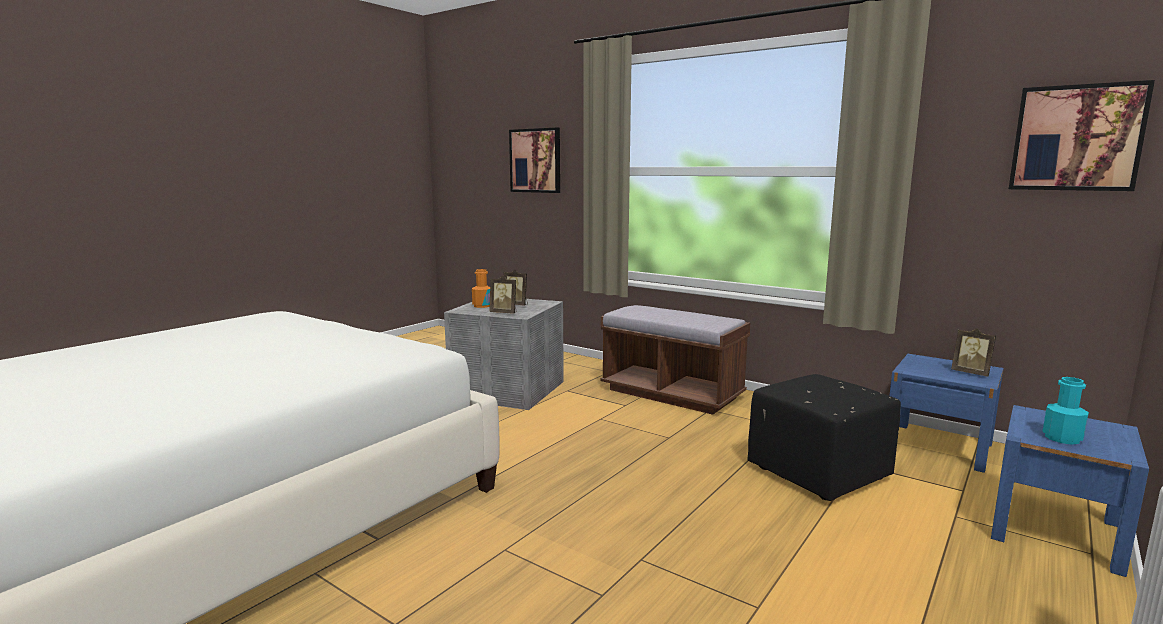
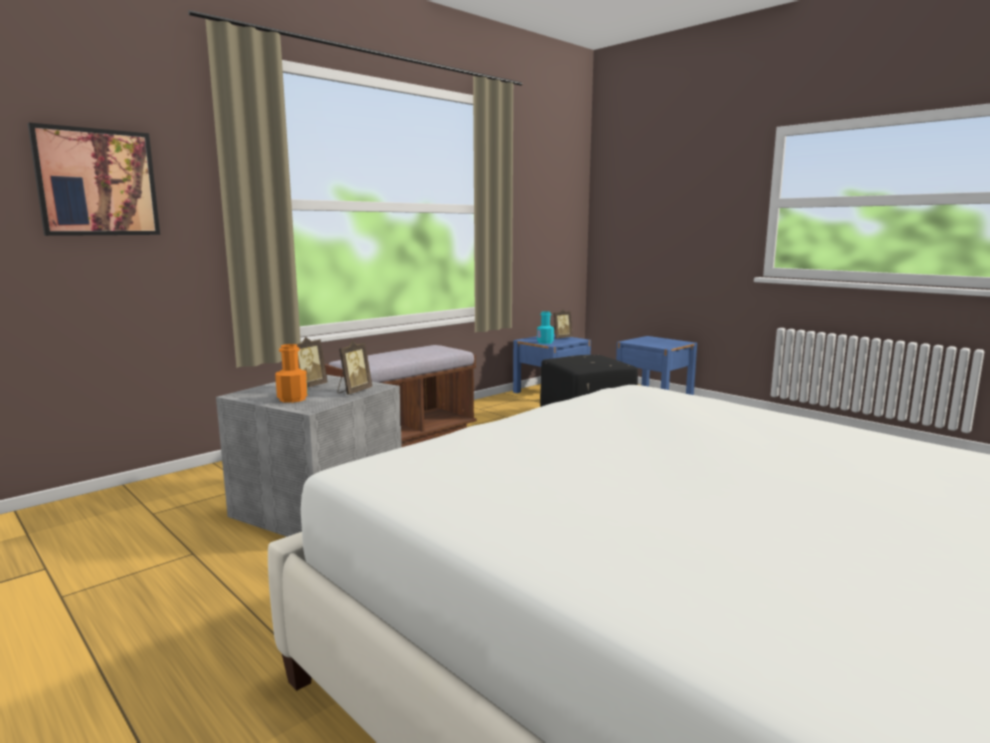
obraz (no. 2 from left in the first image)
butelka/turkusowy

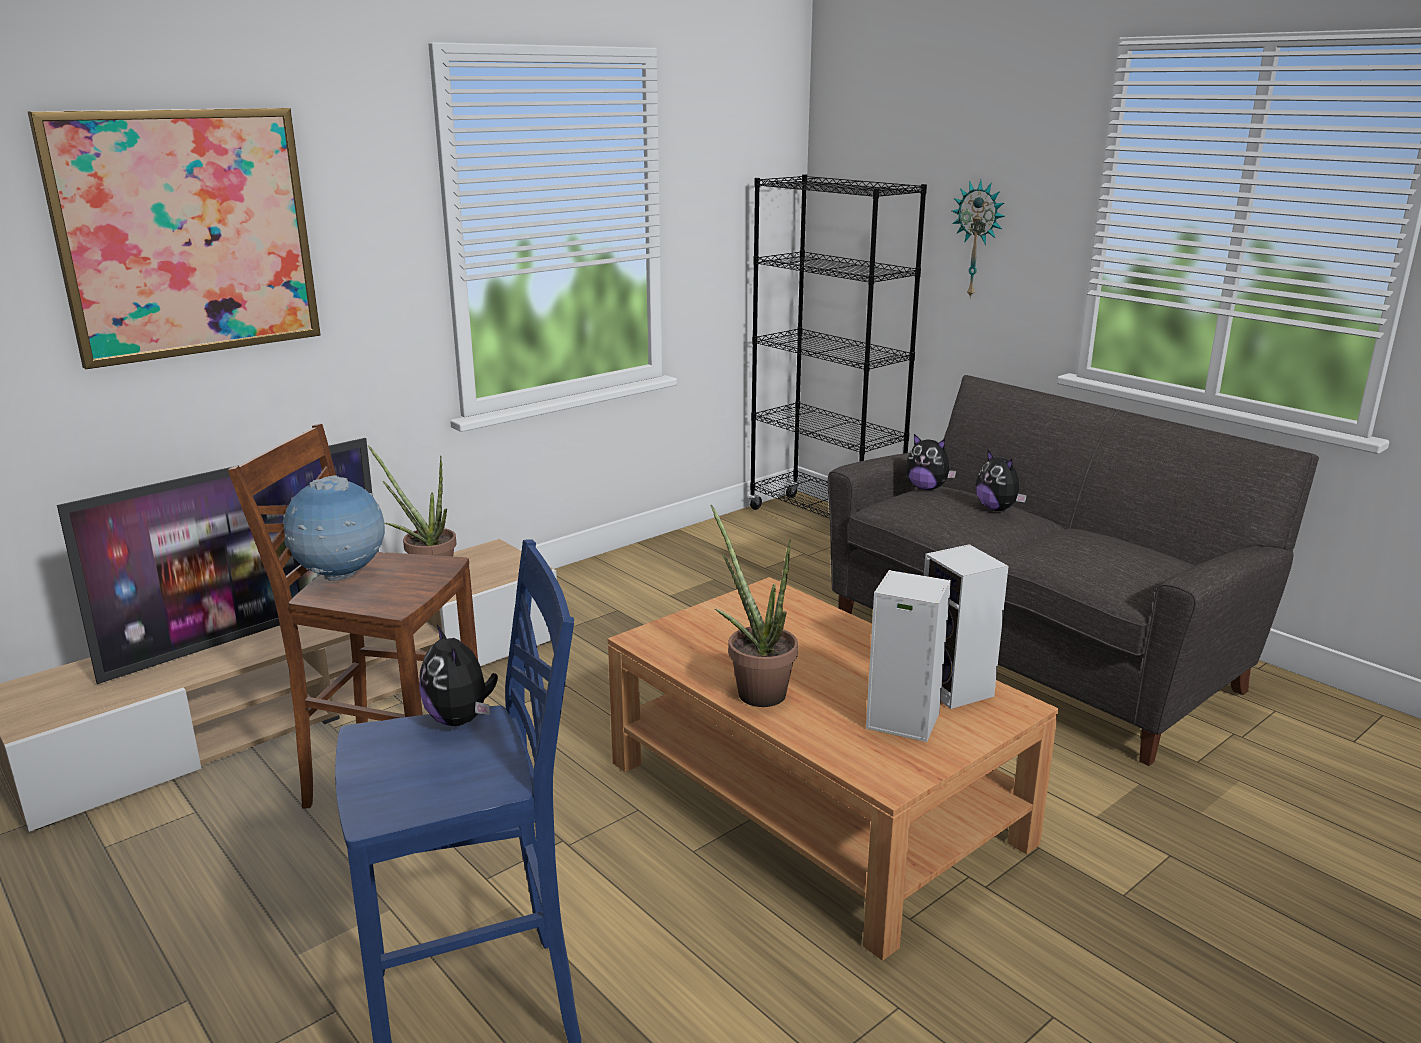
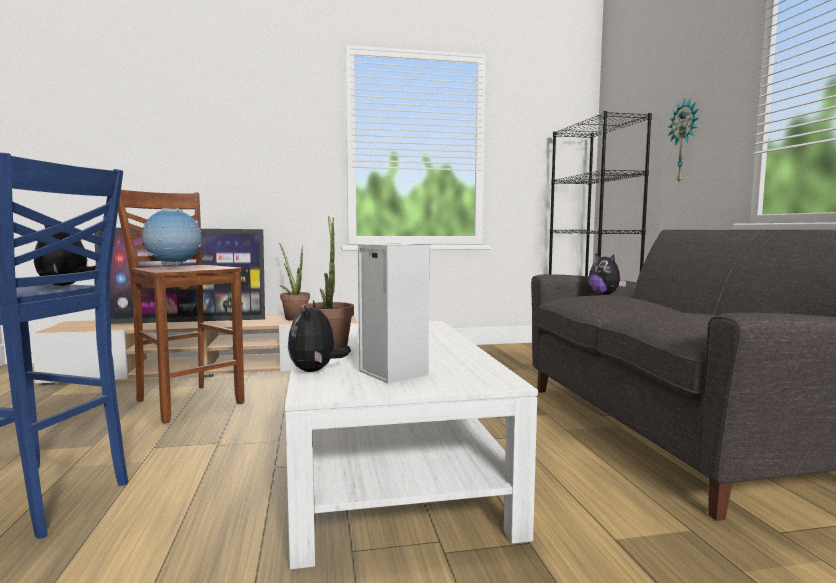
obraz
głośnik (no. 2 from left in the first image)
pluszak (no. 2 from left)
ława/biały

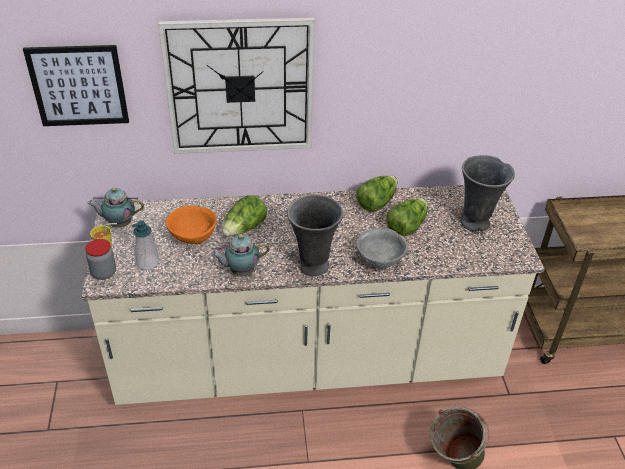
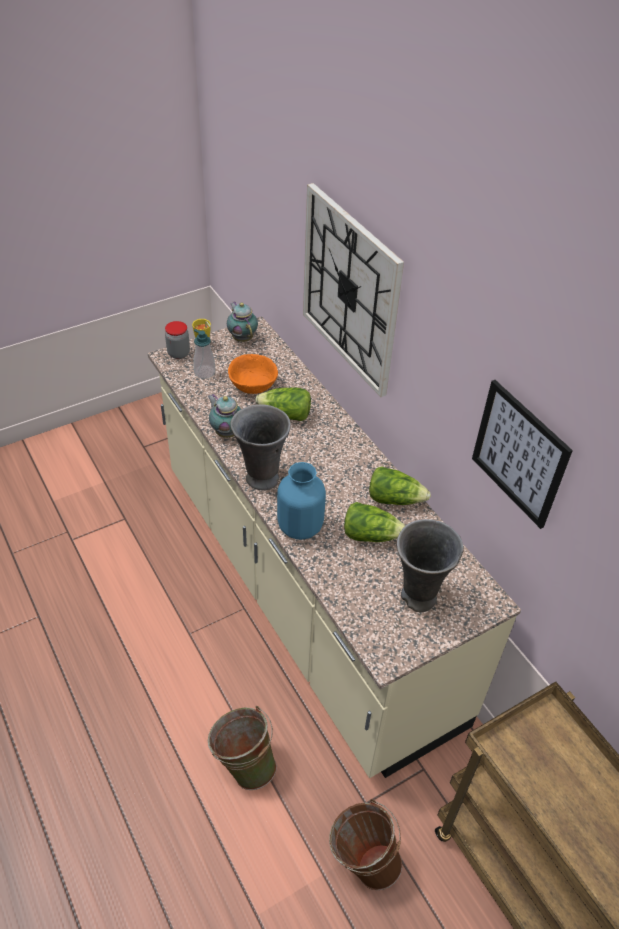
wiadro/brązowy
obraz
wazon/niebieski

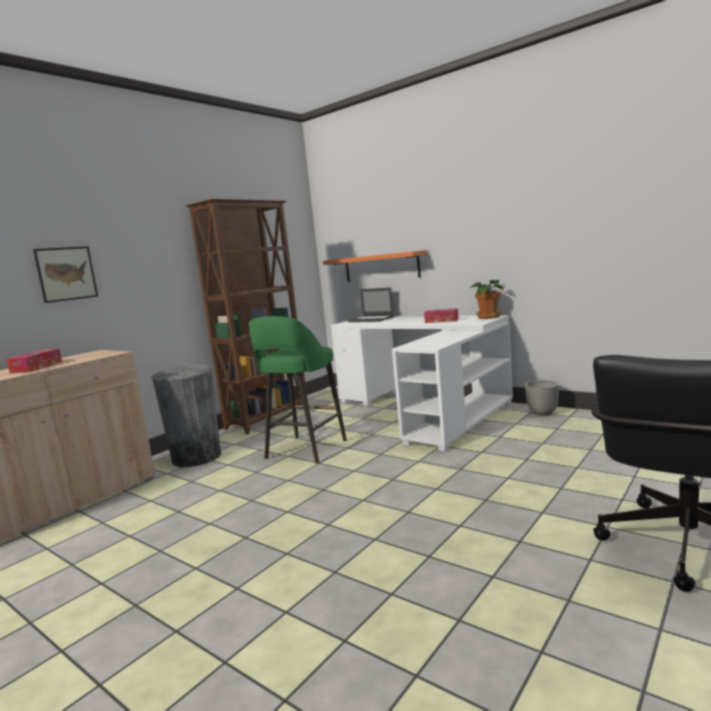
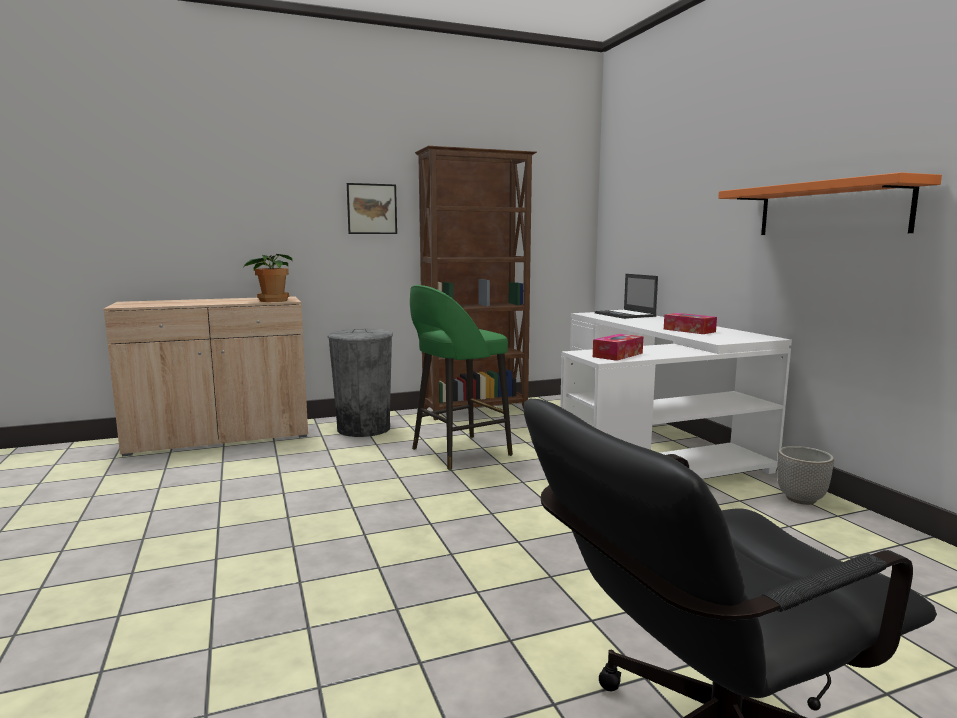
pudełko chusteczek (no. 1 from left)
obraz
półka/pomarańczowy
roślina doniczkowa

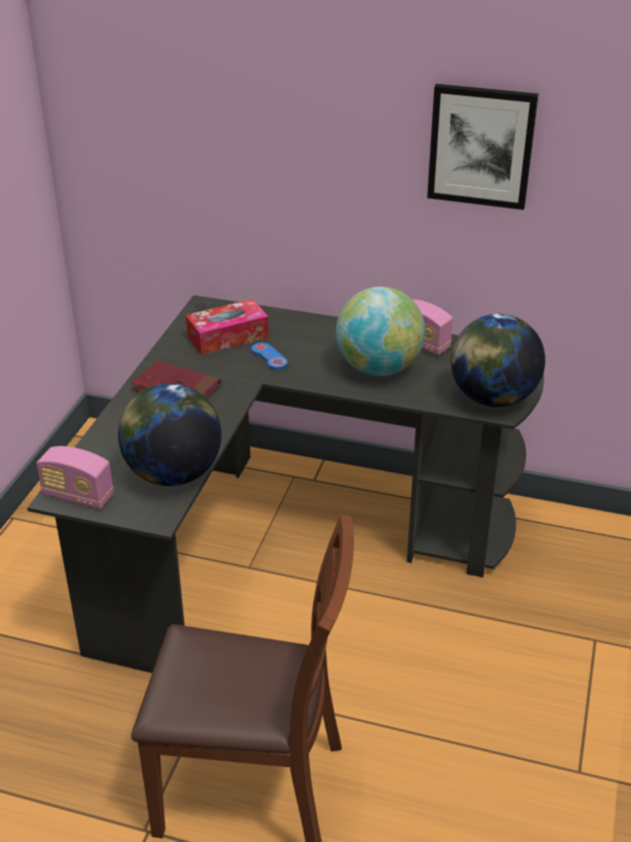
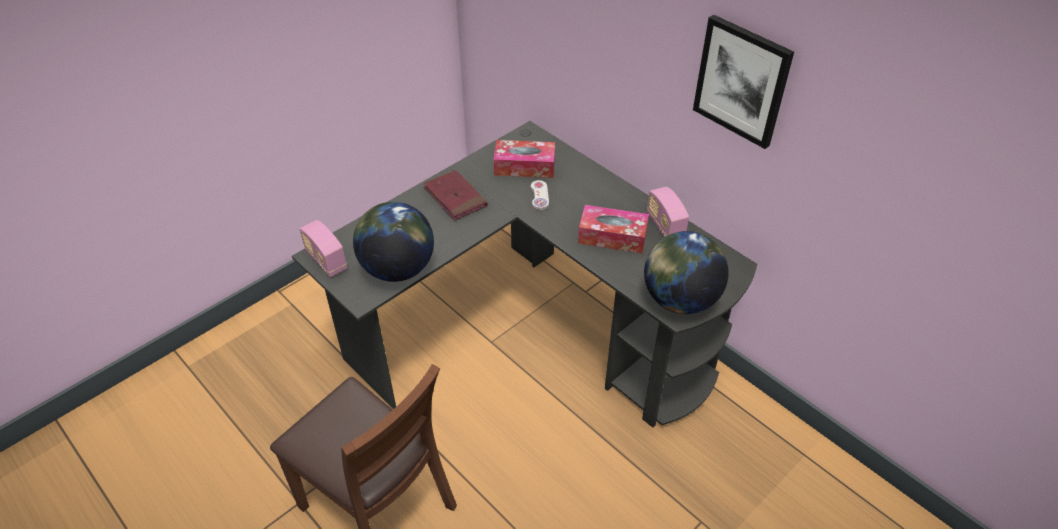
pudełko chusteczek (no. 2 from left)
pad do gier/biały

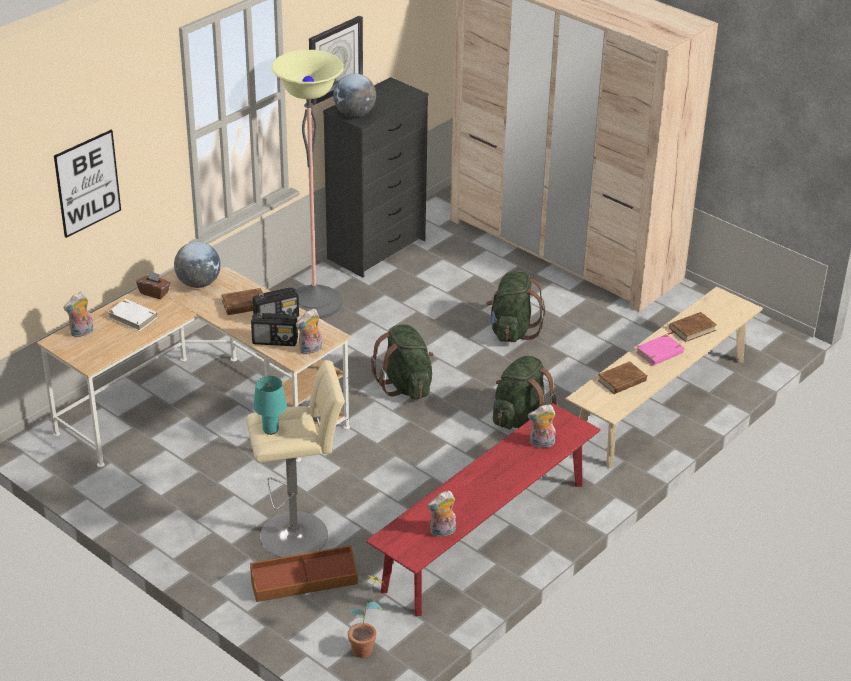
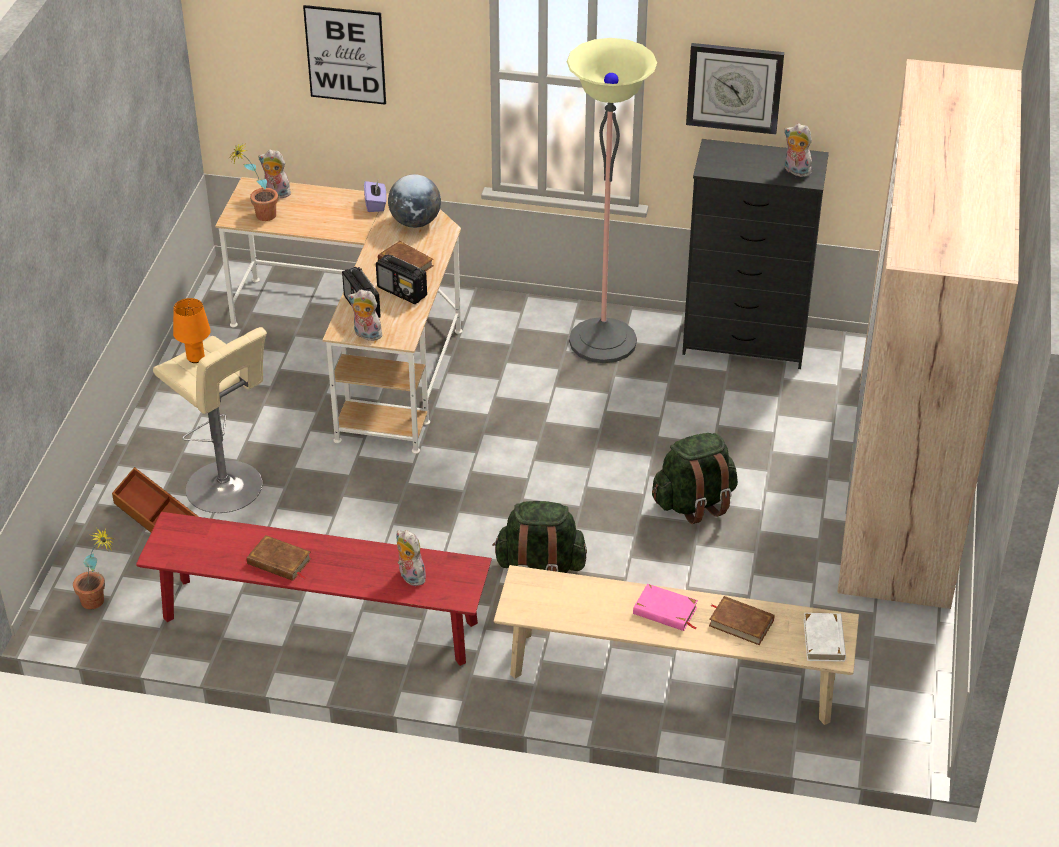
globus (no. 2 from left in the first image)
plecak/zielony (no. 1 from left in the first image)
roślina doniczkowa (no. 2 from left)
książka/biały
pluszak (no. 4 from left)
książka/brązowy (no. 1 from left)
pudełko chusteczek/fioletowy
lampa stołowa/pomarańczowy

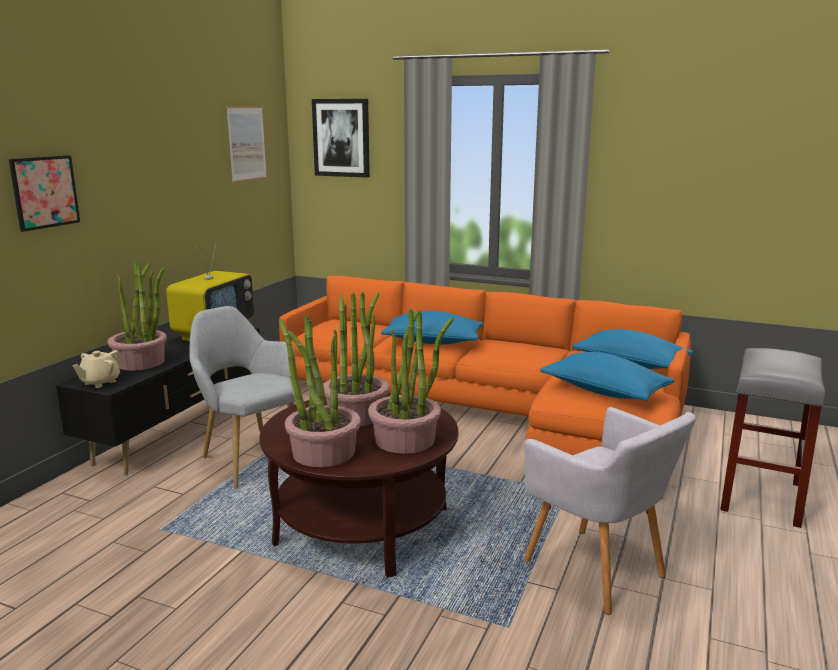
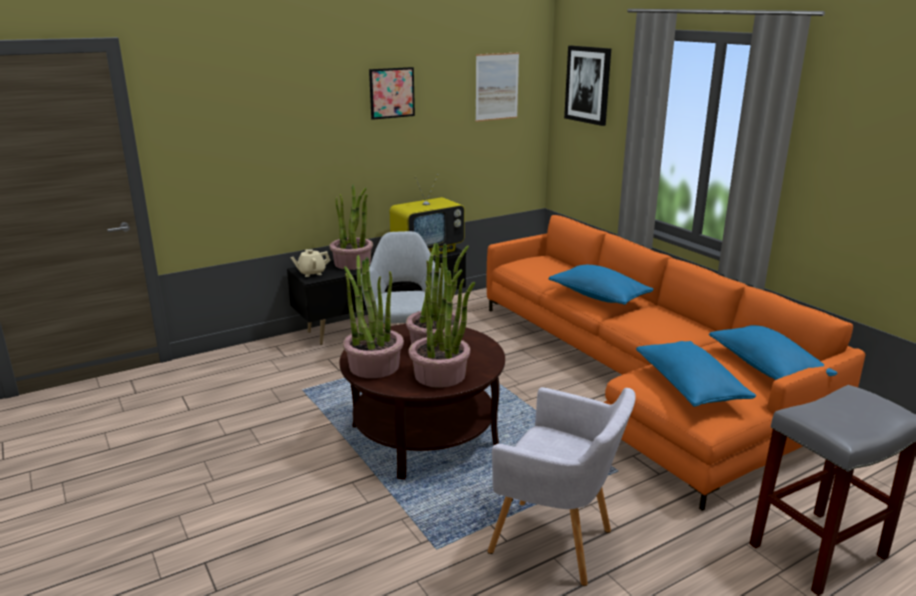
obraz (no. 1 from left)
fotel/szary (no. 2 from left)

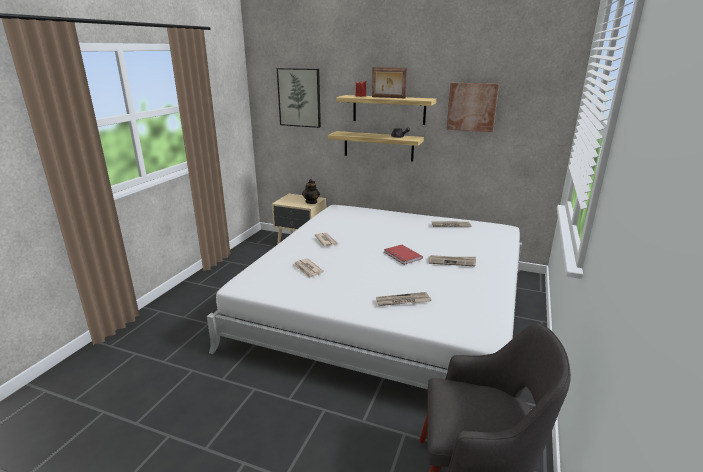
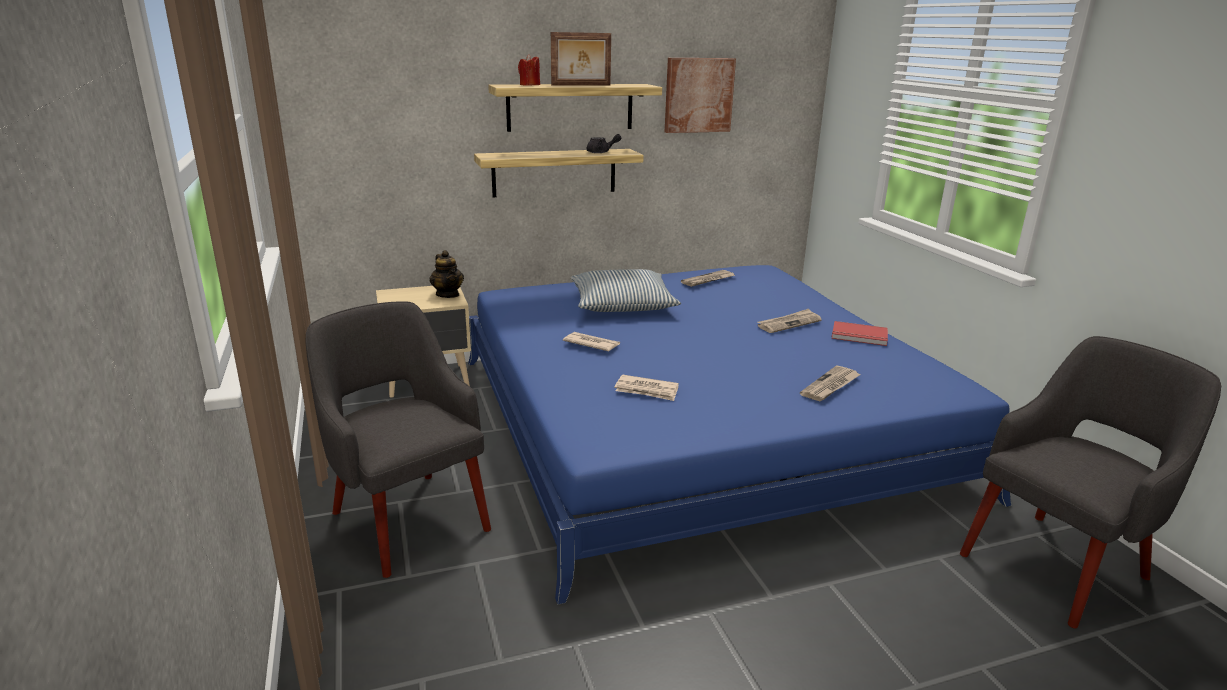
obraz (no. 1 from left in the first image)
fotel/szary (no. 1 from left)
poduszka
książka/czerwony
łóżko/niebieski

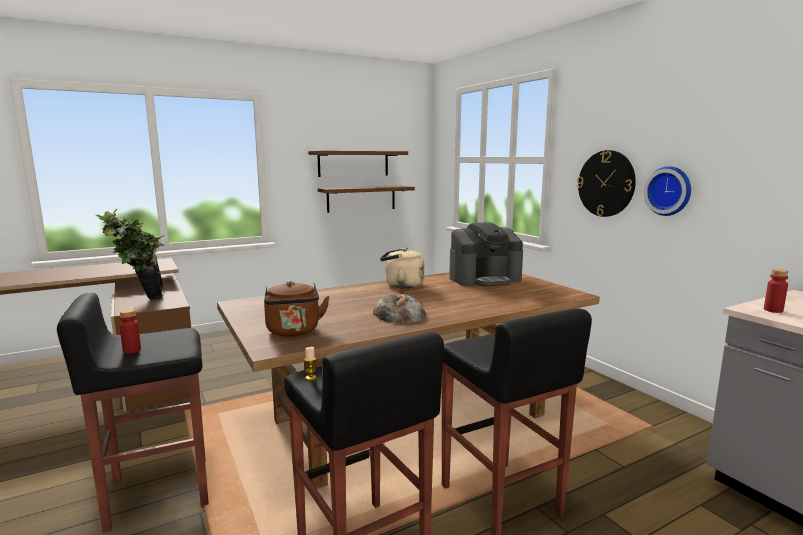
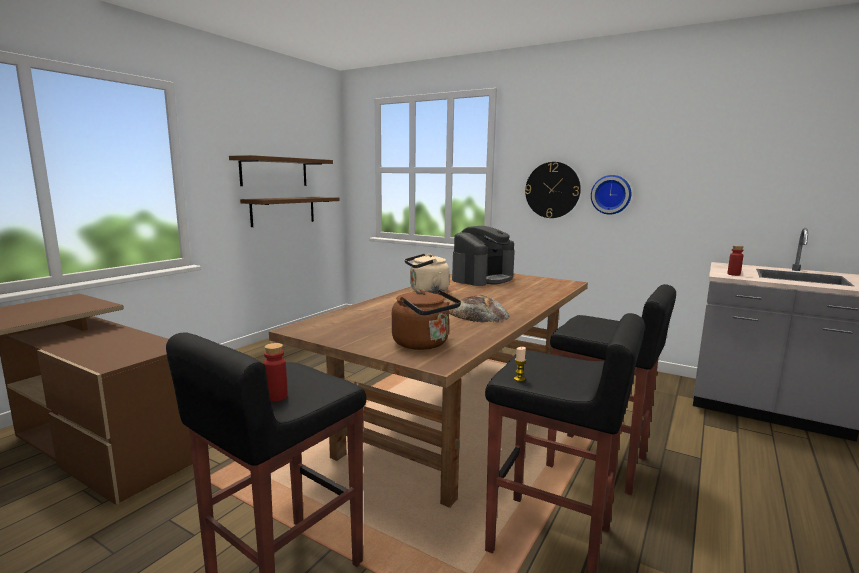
roślina doniczkowa

